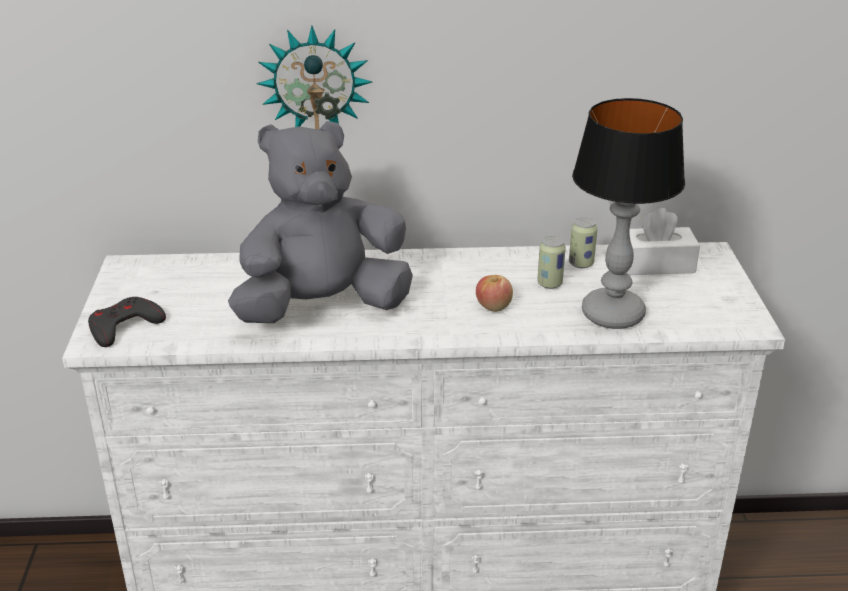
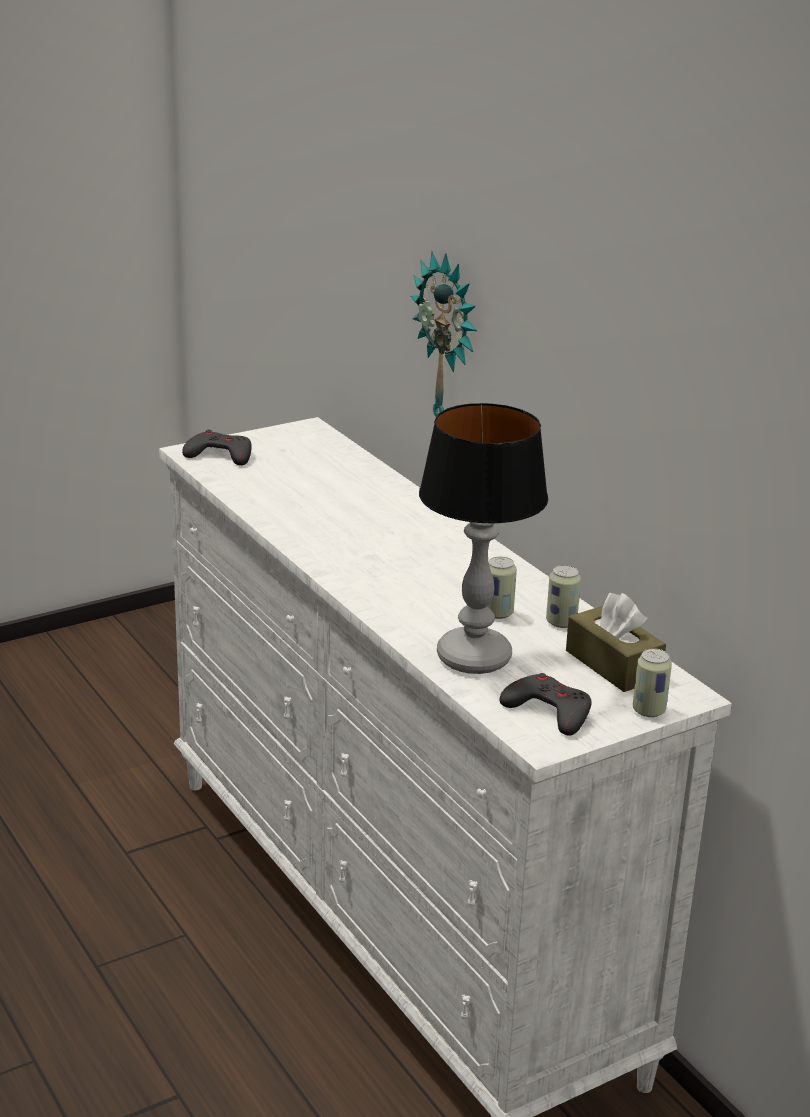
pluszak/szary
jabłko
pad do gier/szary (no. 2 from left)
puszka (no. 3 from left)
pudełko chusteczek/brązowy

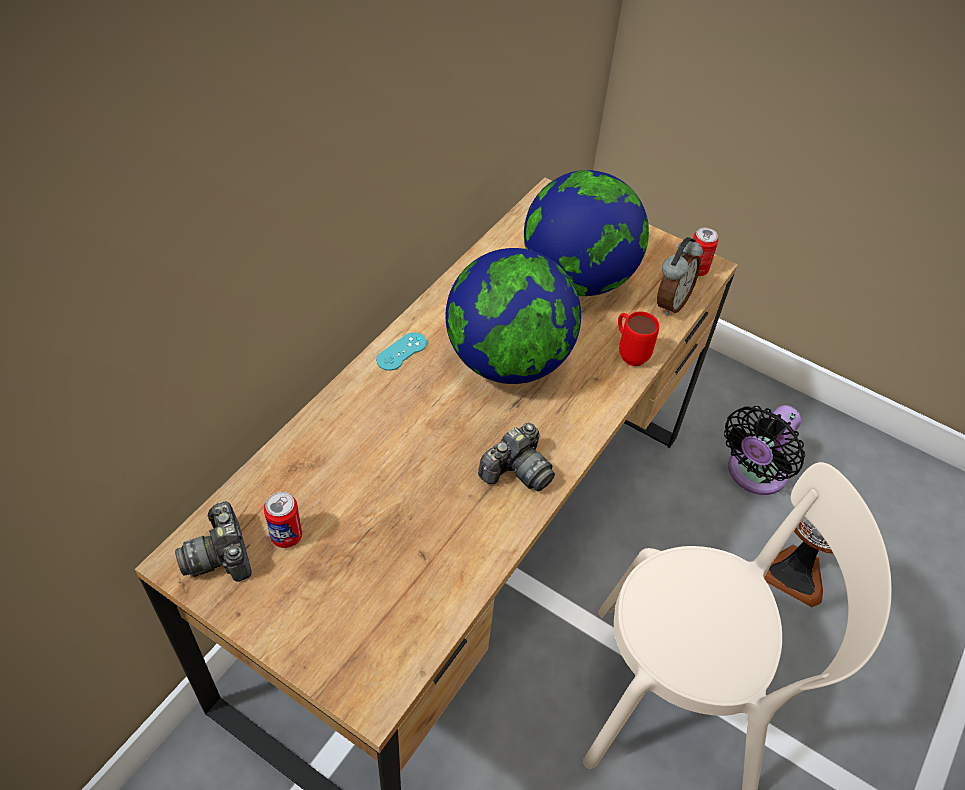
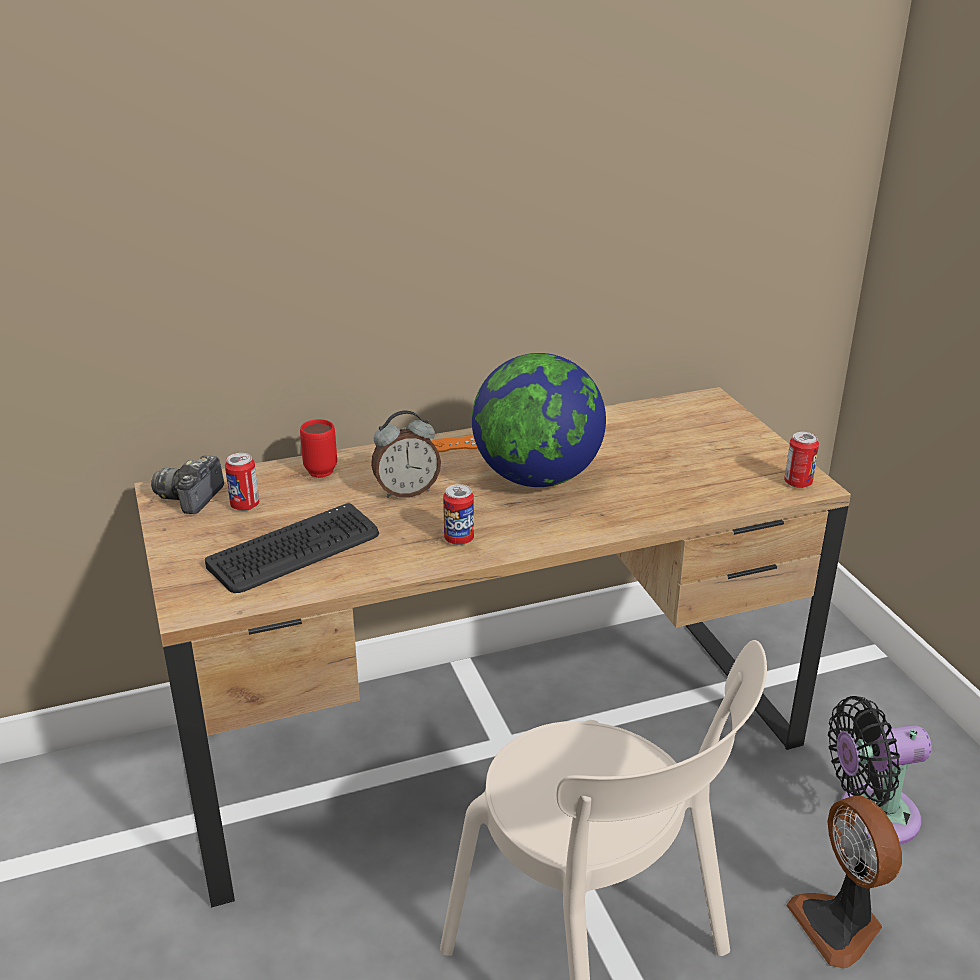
globus (no. 2 from left in the first image)
klawiatura
kubek/czerwony
budzik
puszka (no. 2 from left)
pad do gier/pomarańczowy

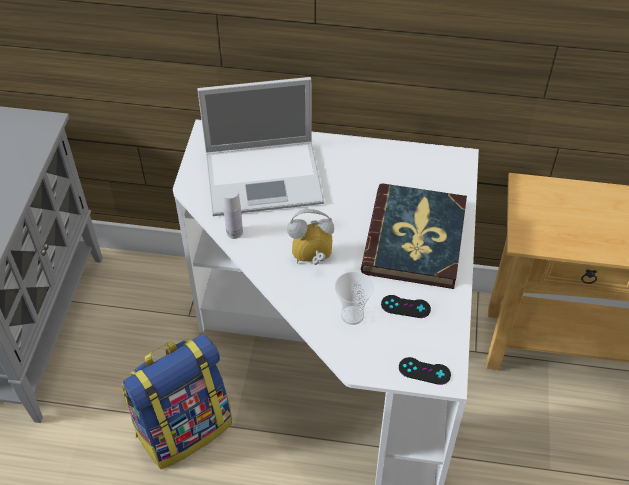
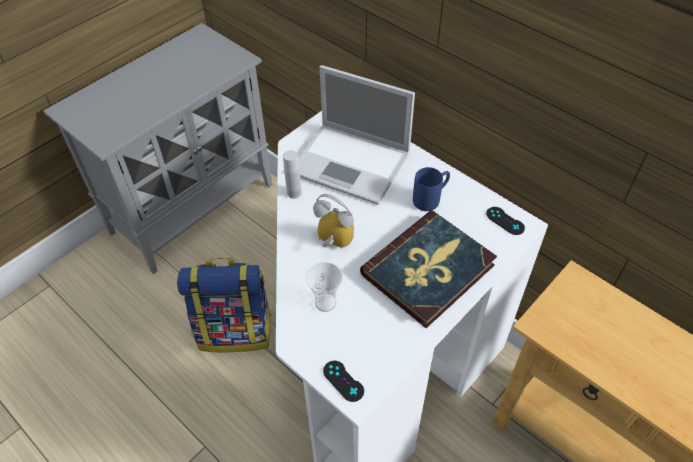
kubek/niebieski
pad do gier/czarny (no. 2 from left)

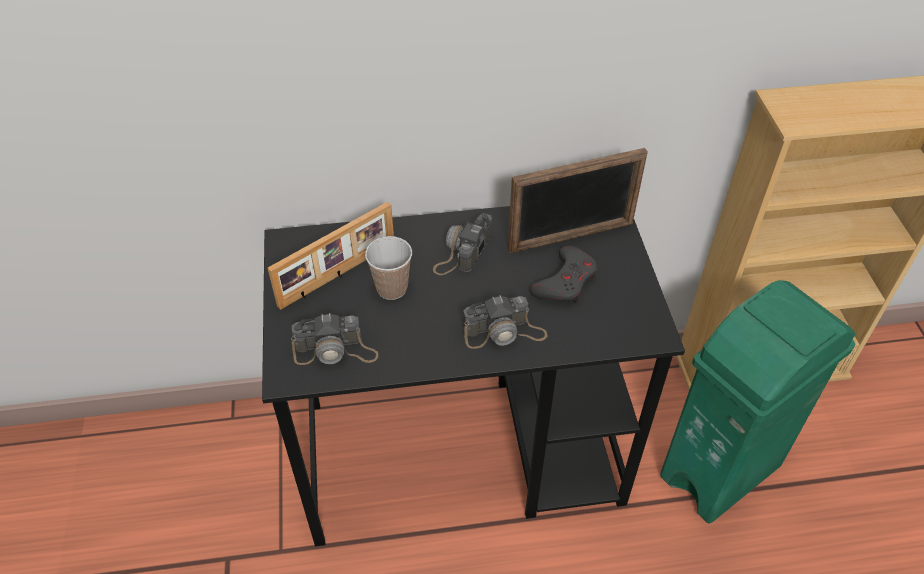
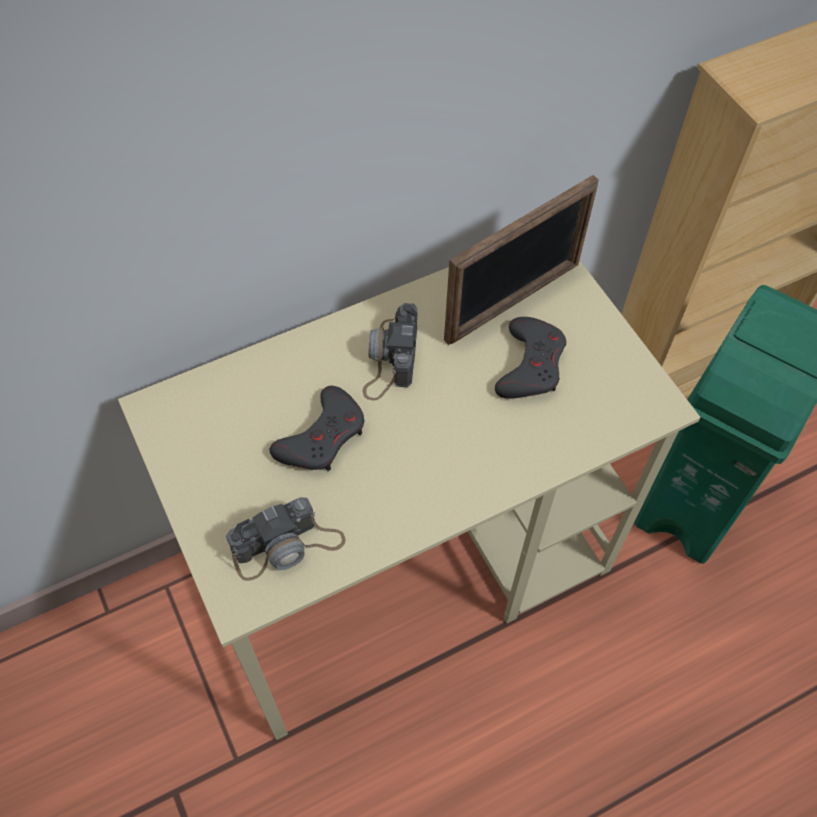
ramka na zdjęcie (no. 1 from left in the first image)
aparat fotograficzny (no. 3 from left in the first image)
pad do gier/szary (no. 1 from left)
biurko/beżowy

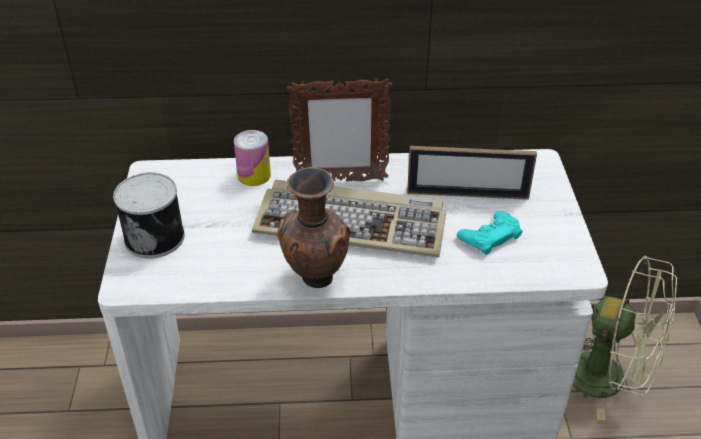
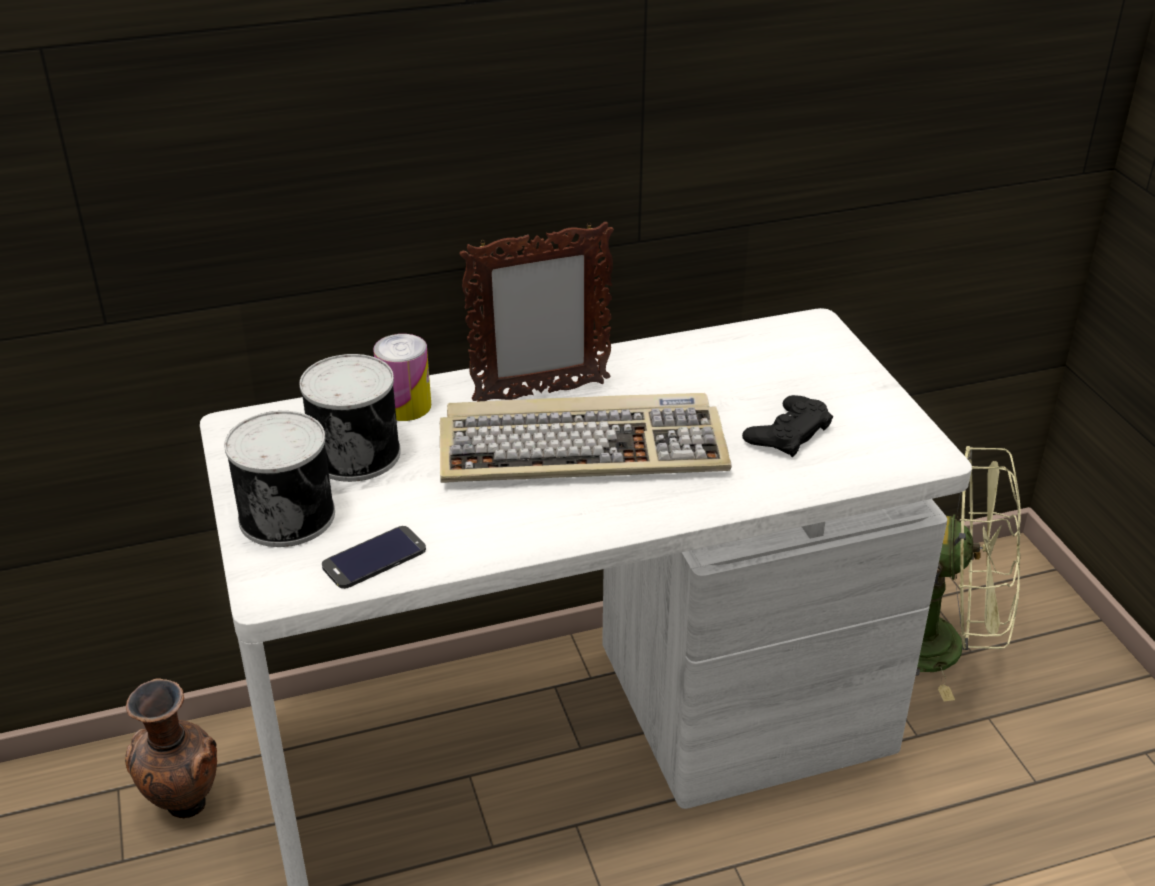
ramka na zdjęcie (no. 2 from left in the first image)
puszka (no. 2 from left)
telefon
wazon/brązowy
pad do gier/czarny

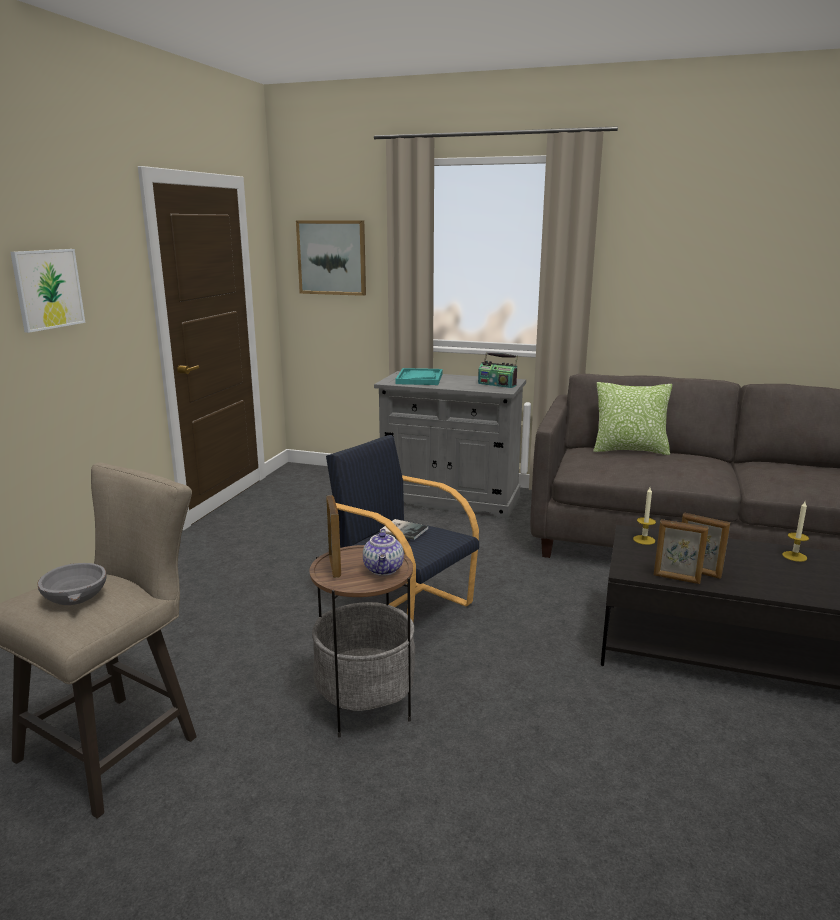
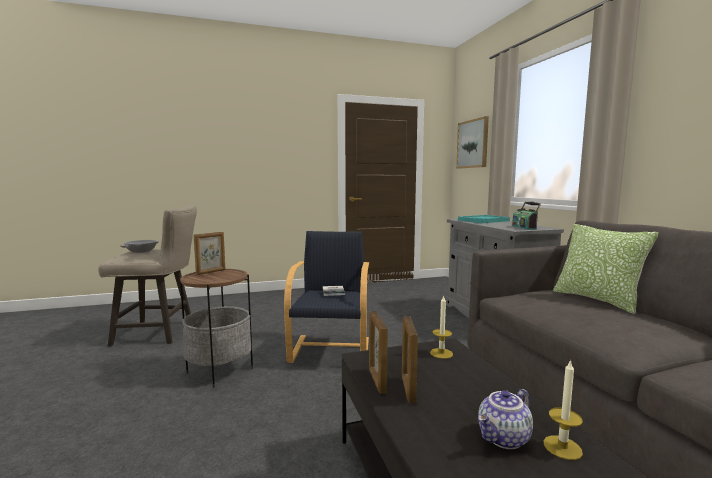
obraz (no. 1 from left in the first image)
imbryk

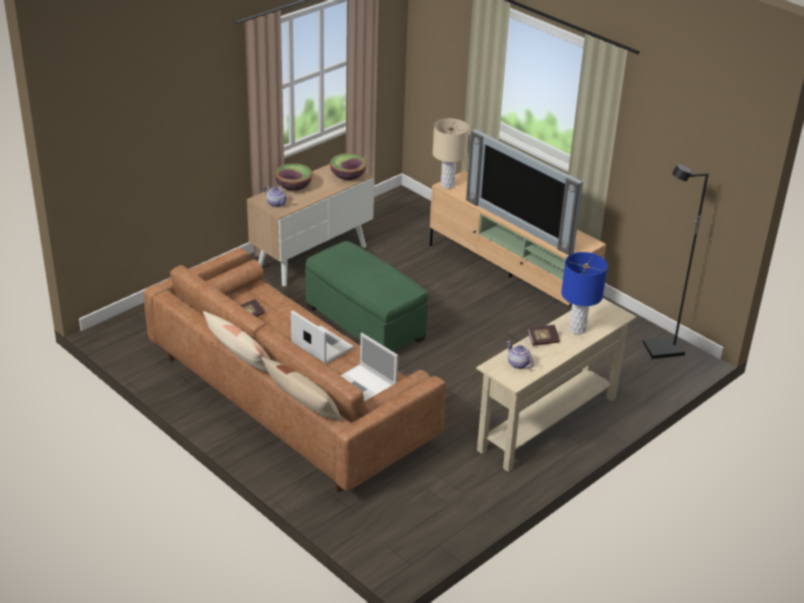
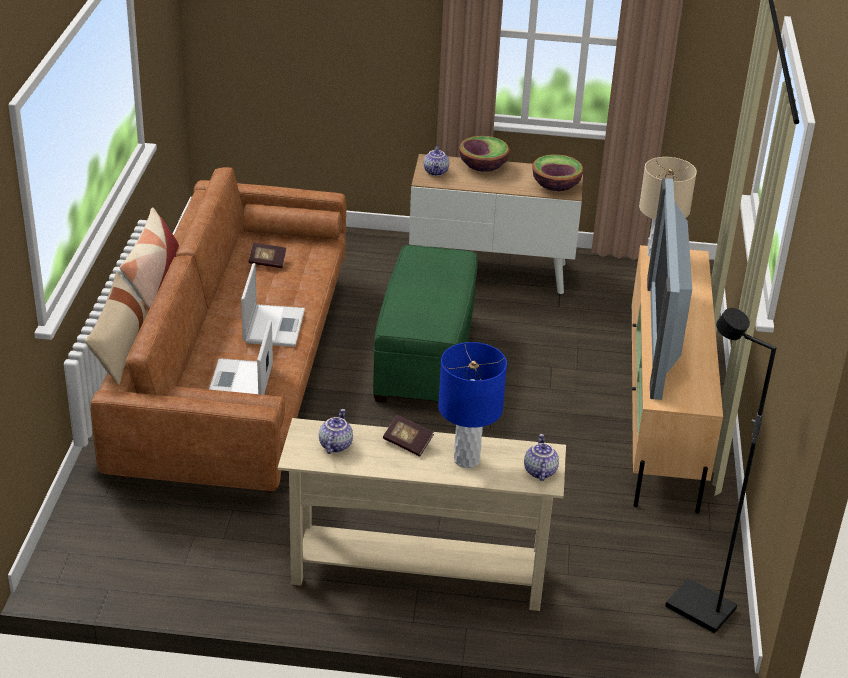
imbryk (no. 3 from left)

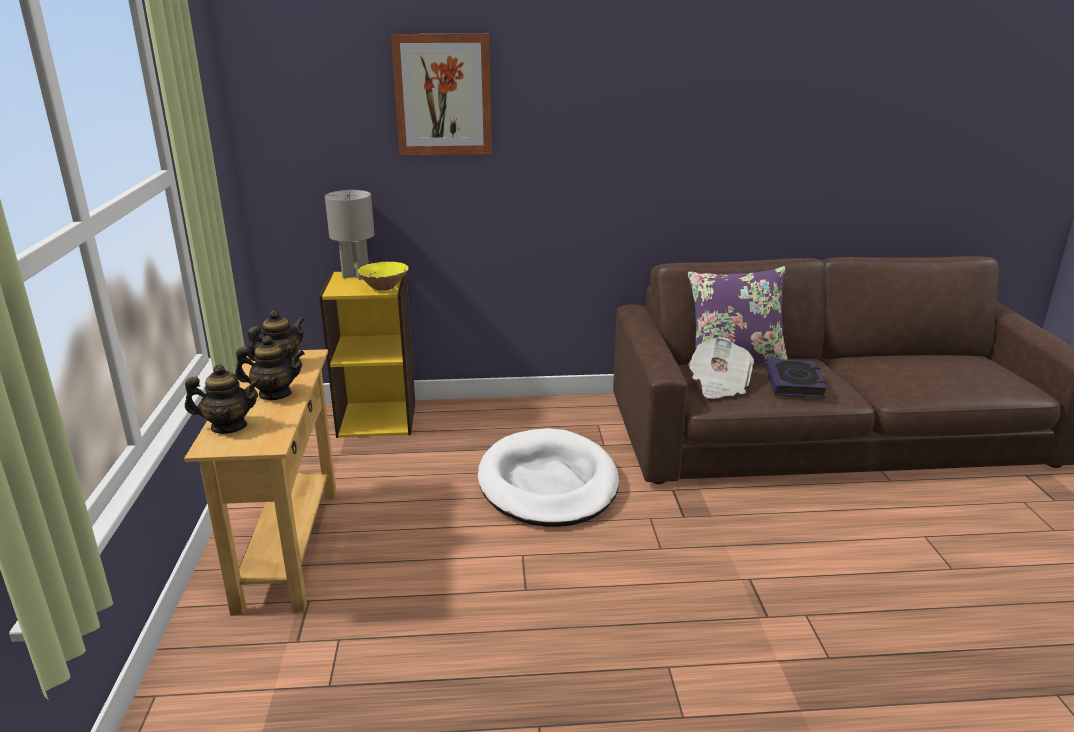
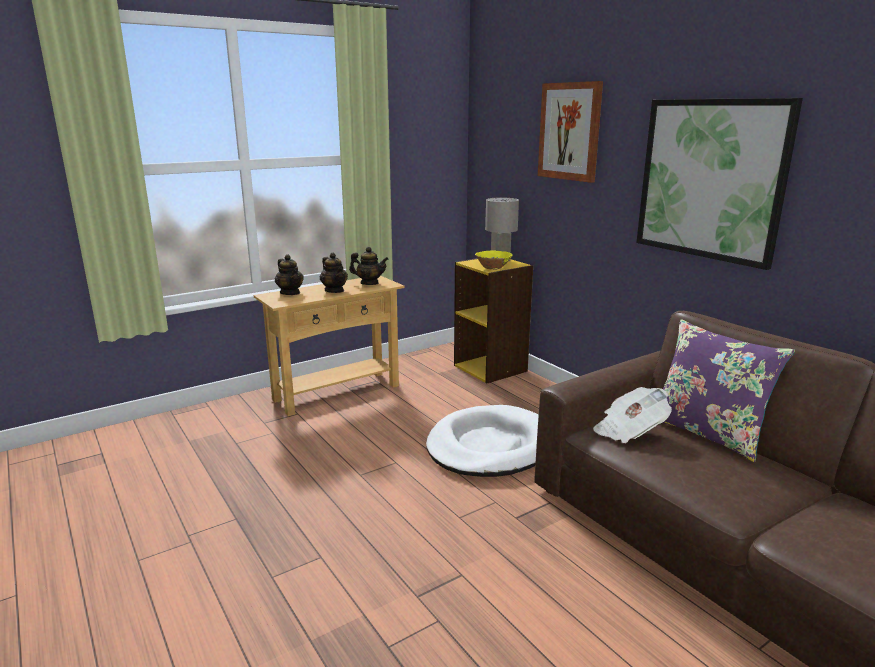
książka
obraz (no. 2 from left)

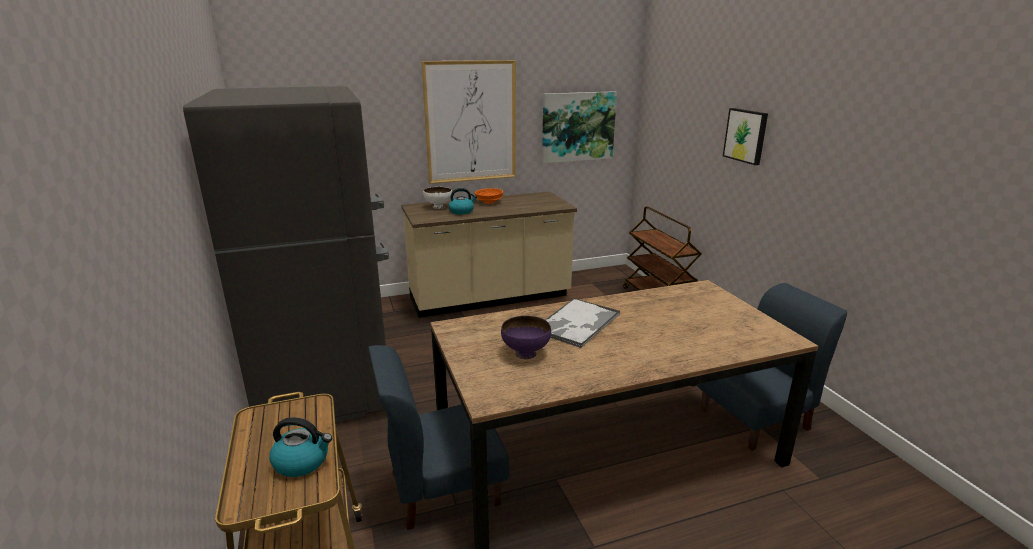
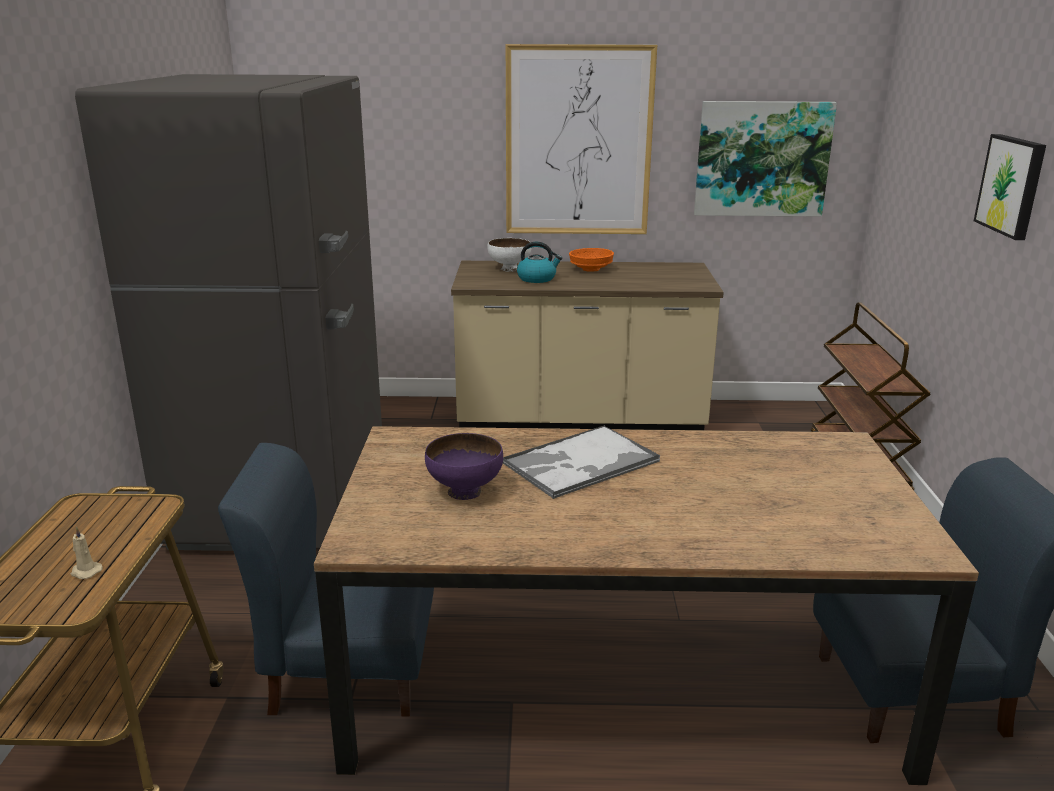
świeca/beżowy

